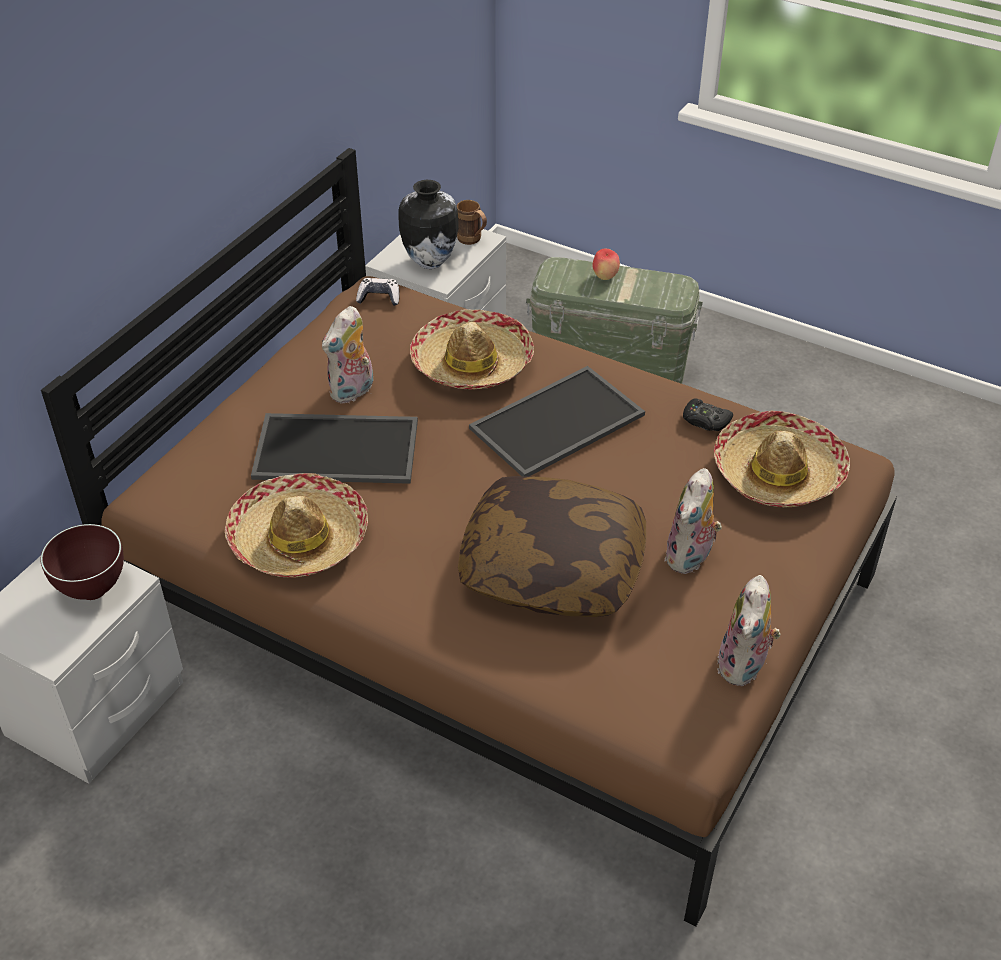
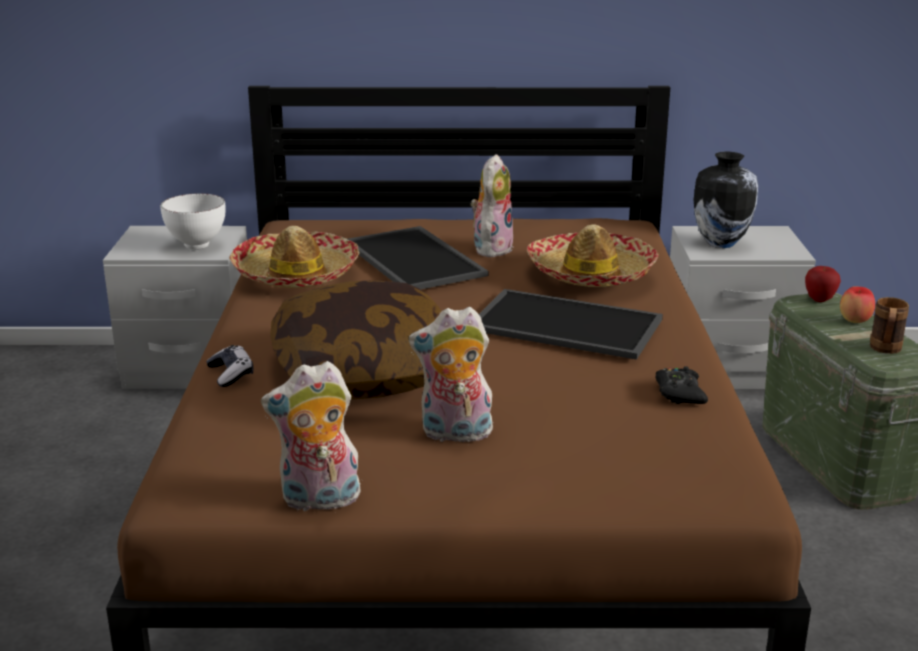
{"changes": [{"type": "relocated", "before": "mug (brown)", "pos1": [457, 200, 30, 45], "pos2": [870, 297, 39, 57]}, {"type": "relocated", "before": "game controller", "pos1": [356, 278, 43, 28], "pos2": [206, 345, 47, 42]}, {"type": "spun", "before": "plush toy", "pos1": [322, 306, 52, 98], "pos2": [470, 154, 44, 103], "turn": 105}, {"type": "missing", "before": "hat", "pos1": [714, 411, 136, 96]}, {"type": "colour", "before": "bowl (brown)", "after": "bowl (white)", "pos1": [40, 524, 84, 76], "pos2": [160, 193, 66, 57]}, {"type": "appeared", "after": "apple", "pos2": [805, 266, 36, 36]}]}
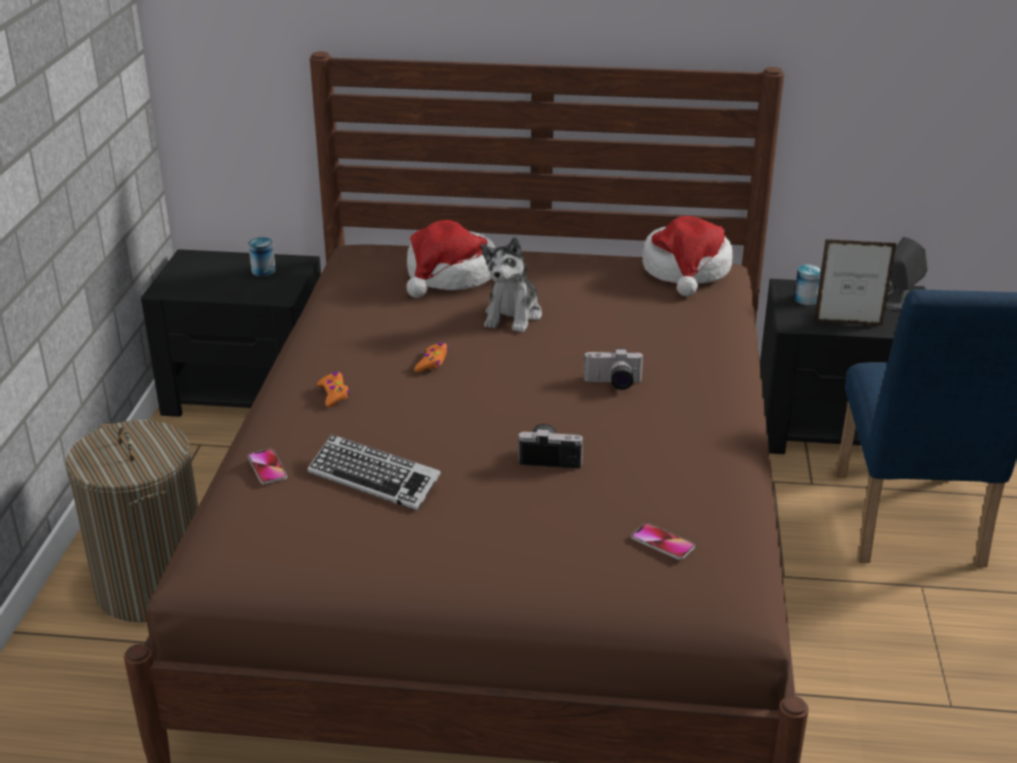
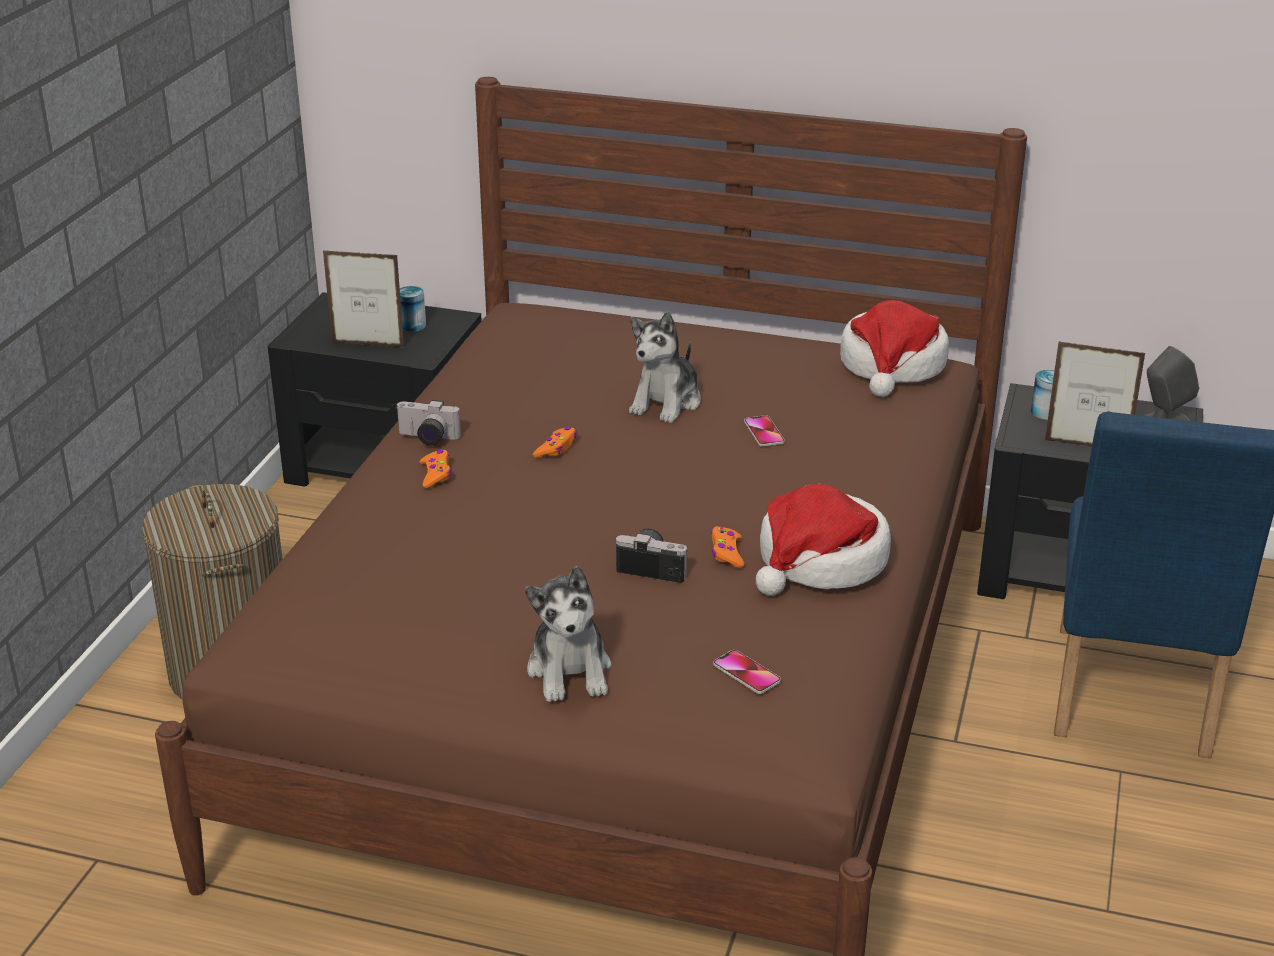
{"changes": [{"type": "relocated", "before": "hat", "pos1": [406, 220, 89, 78], "pos2": [756, 484, 135, 112]}, {"type": "relocated", "before": "photo camera", "pos1": [584, 348, 60, 42], "pos2": [395, 400, 66, 46]}, {"type": "missing", "before": "keyboard", "pos1": [308, 434, 133, 77]}, {"type": "relocated", "before": "phone", "pos1": [248, 449, 39, 35], "pos2": [744, 415, 41, 32]}, {"type": "appeared", "after": "picture frame", "pos2": [323, 250, 82, 98]}, {"type": "appeared", "after": "game controller (orange)", "pos2": [711, 526, 33, 42]}, {"type": "appeared", "after": "plush toy", "pos2": [525, 566, 87, 136]}]}
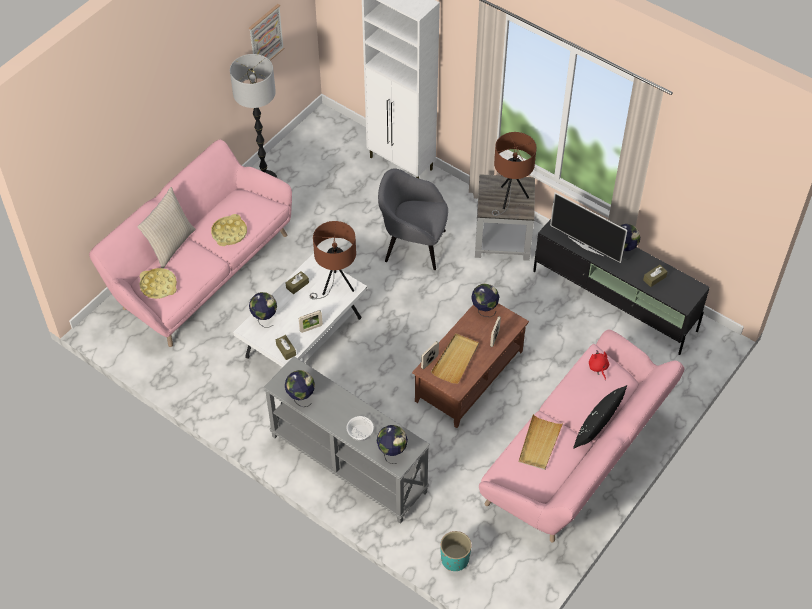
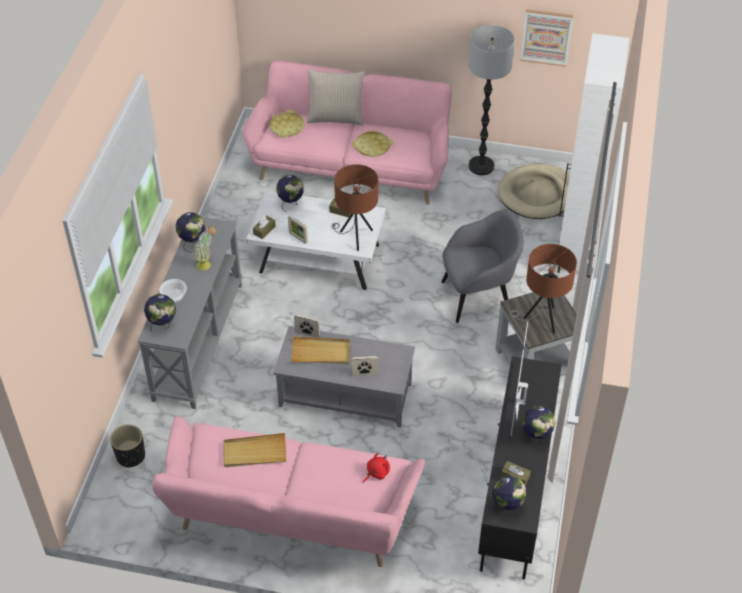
{"changes": [{"type": "spun", "before": "armchair (grey)", "pos1": [378, 168, 70, 102], "pos2": [442, 210, 82, 113], "turn": 90}, {"type": "relocated", "before": "globe", "pos1": [471, 284, 28, 33], "pos2": [492, 475, 35, 45]}, {"type": "colour", "before": "coffee table (brown)", "after": "coffee table (grey)", "pos1": [412, 303, 117, 125], "pos2": [273, 326, 142, 102]}, {"type": "missing", "before": "pillow (black)", "pos1": [573, 385, 54, 64]}, {"type": "colour", "before": "planter (turquoise)", "after": "planter (black)", "pos1": [440, 531, 32, 40], "pos2": [110, 424, 35, 44]}, {"type": "appeared", "after": "dog bed (beige)", "pos2": [498, 163, 72, 56]}, {"type": "appeared", "after": "potted plant", "pos2": [193, 226, 23, 44]}]}
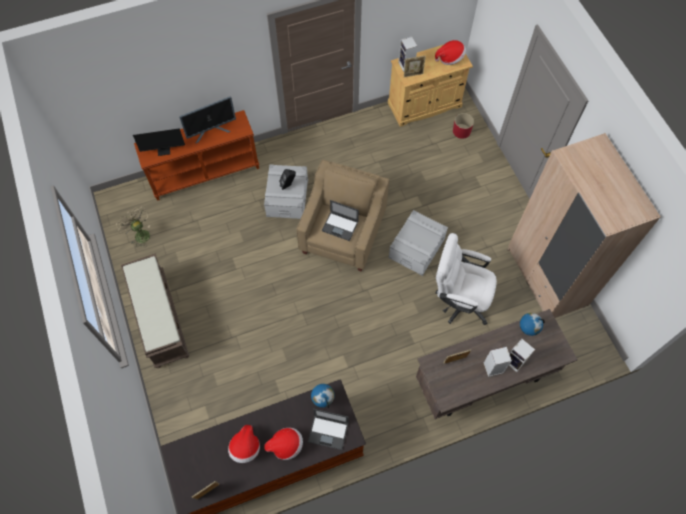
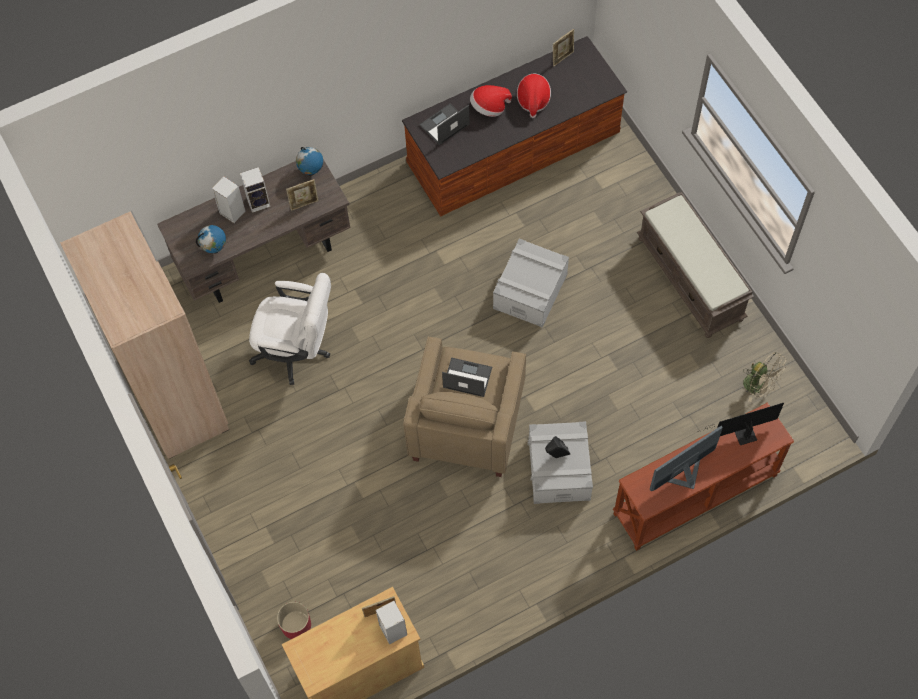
{"changes": [{"type": "missing", "before": "hat", "pos1": [435, 40, 31, 25]}, {"type": "relocated", "before": "storage box (grey)", "pos1": [389, 210, 59, 66], "pos2": [493, 238, 76, 90]}, {"type": "relocated", "before": "globe", "pos1": [311, 384, 24, 24], "pos2": [296, 147, 27, 29]}, {"type": "spun", "before": "laptop", "pos1": [308, 409, 41, 41], "pos2": [419, 104, 51, 41], "turn": -45}]}
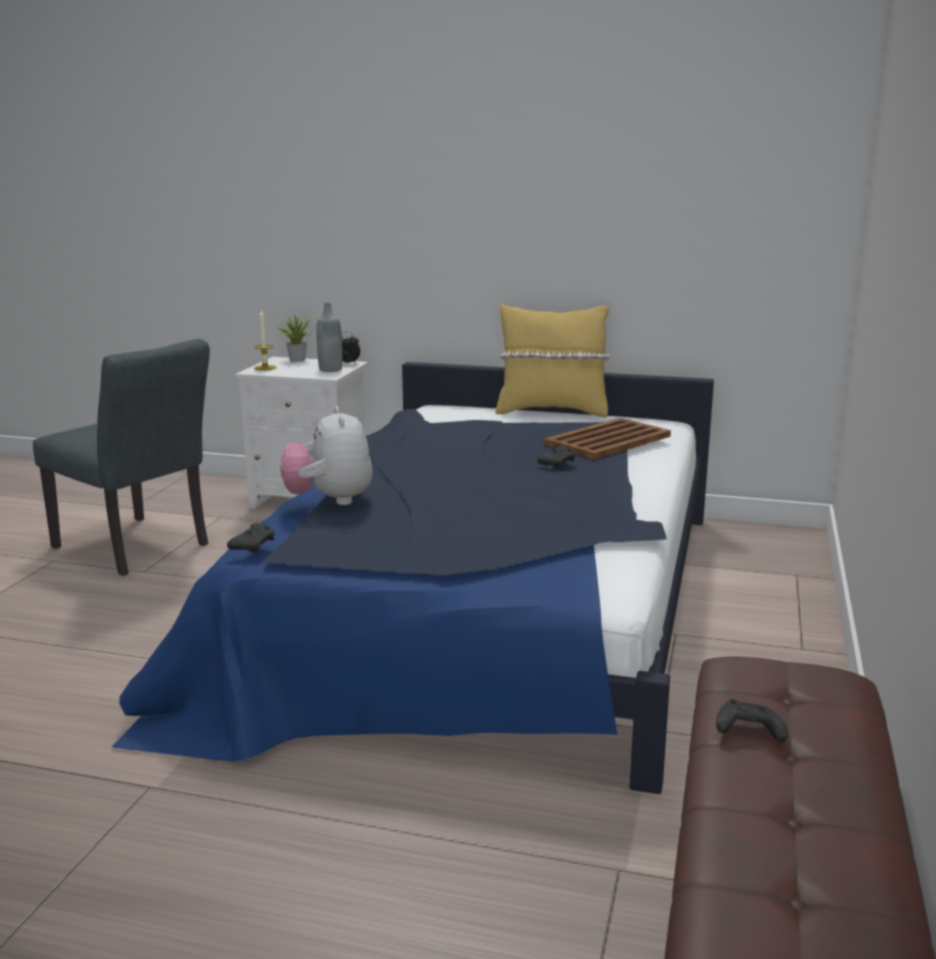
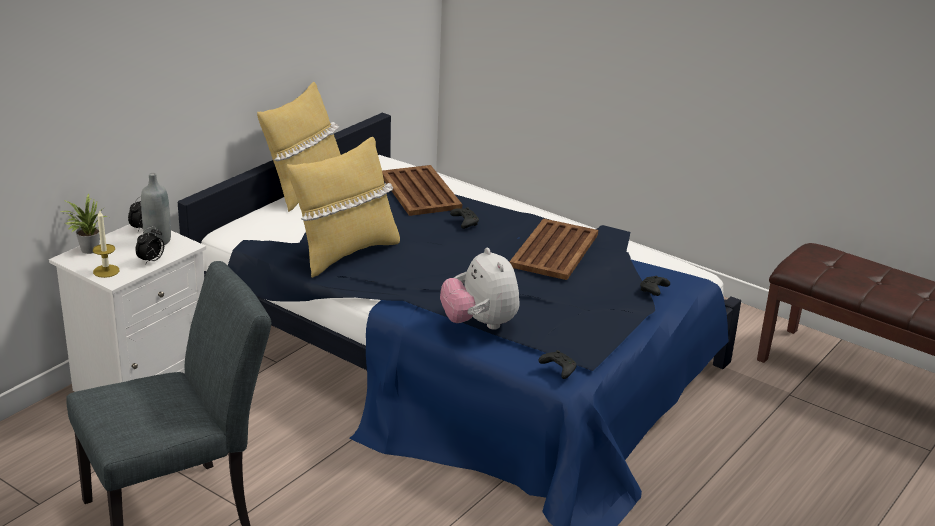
{"changes": [{"type": "spun", "before": "plush toy", "pos1": [280, 406, 93, 99], "pos2": [440, 248, 80, 82], "turn": 60}, {"type": "relocated", "before": "game controller (black)", "pos1": [716, 699, 72, 43], "pos2": [640, 276, 30, 20]}, {"type": "appeared", "after": "pillow (yellow)", "pos2": [287, 137, 113, 141]}, {"type": "appeared", "after": "tray (brown)", "pos2": [509, 218, 89, 62]}, {"type": "appeared", "after": "alarm clock", "pos2": [135, 226, 29, 39]}]}
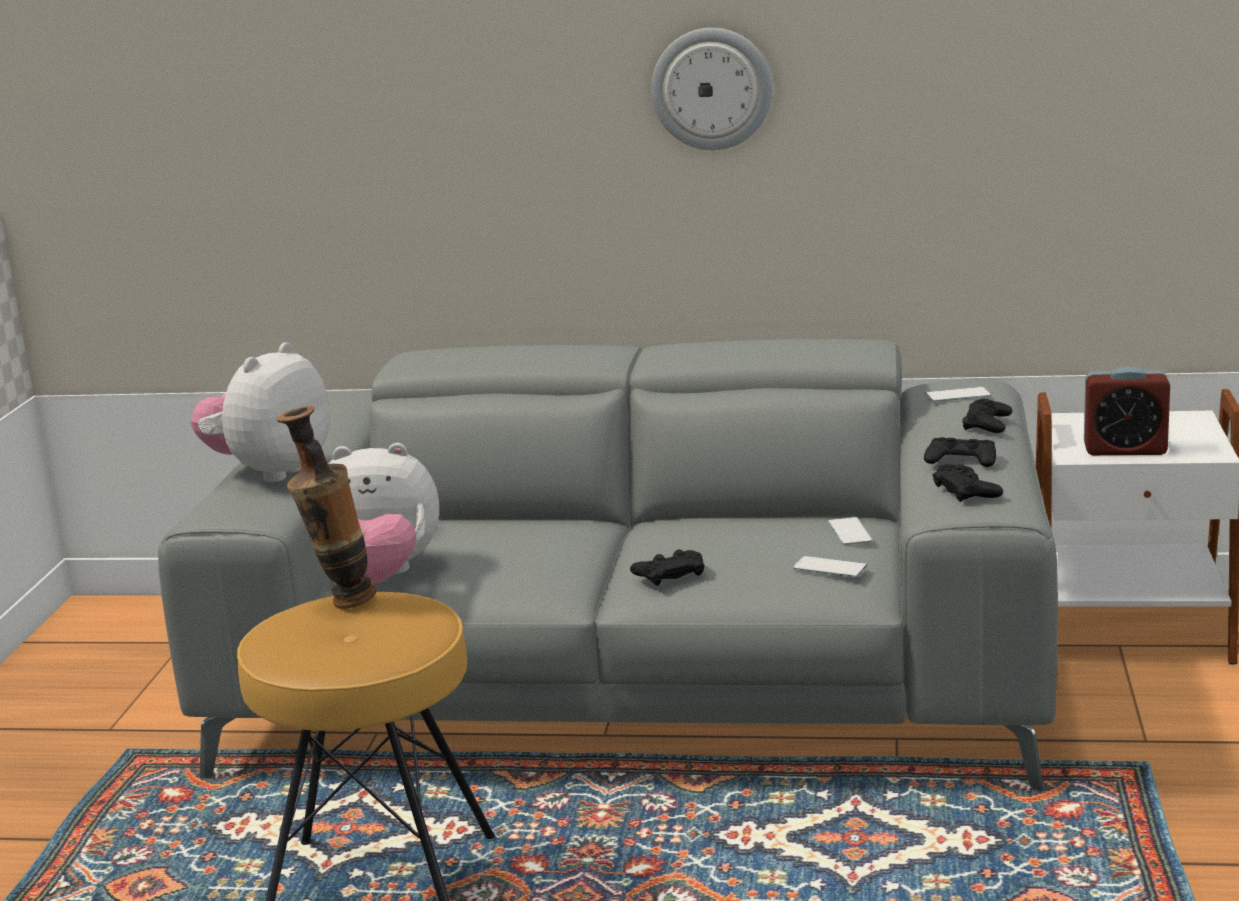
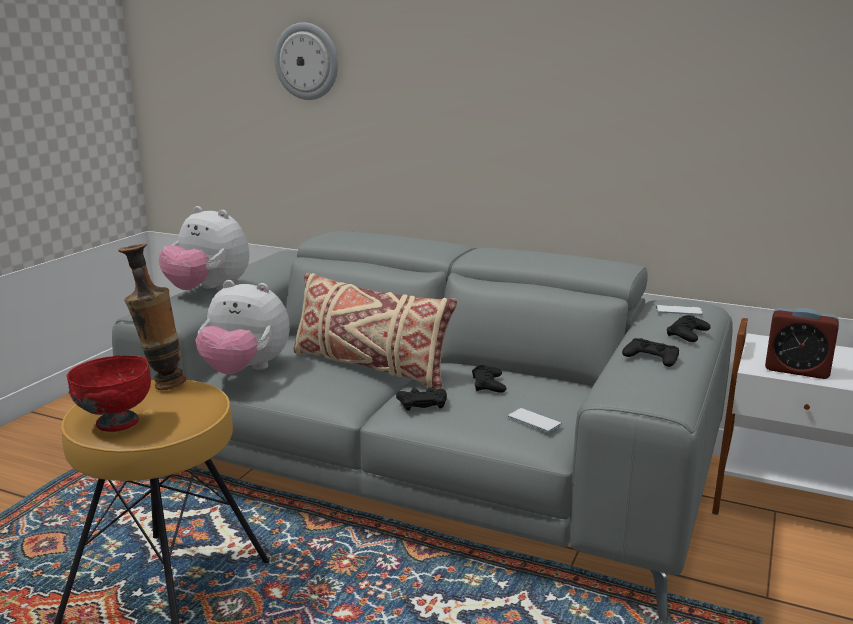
{"changes": [{"type": "relocated", "before": "wall clock", "pos1": [651, 28, 122, 122], "pos2": [274, 22, 64, 78]}, {"type": "spun", "before": "plush toy", "pos1": [191, 342, 140, 140], "pos2": [159, 206, 90, 85], "turn": -105}, {"type": "relocated", "before": "game controller (black)", "pos1": [933, 464, 70, 38], "pos2": [472, 365, 35, 28]}, {"type": "missing", "before": "phone", "pos1": [828, 517, 45, 28]}, {"type": "appeared", "after": "pillow (beige)", "pos2": [294, 273, 163, 117]}, {"type": "appeared", "after": "bowl (red)", "pos2": [66, 355, 85, 77]}]}
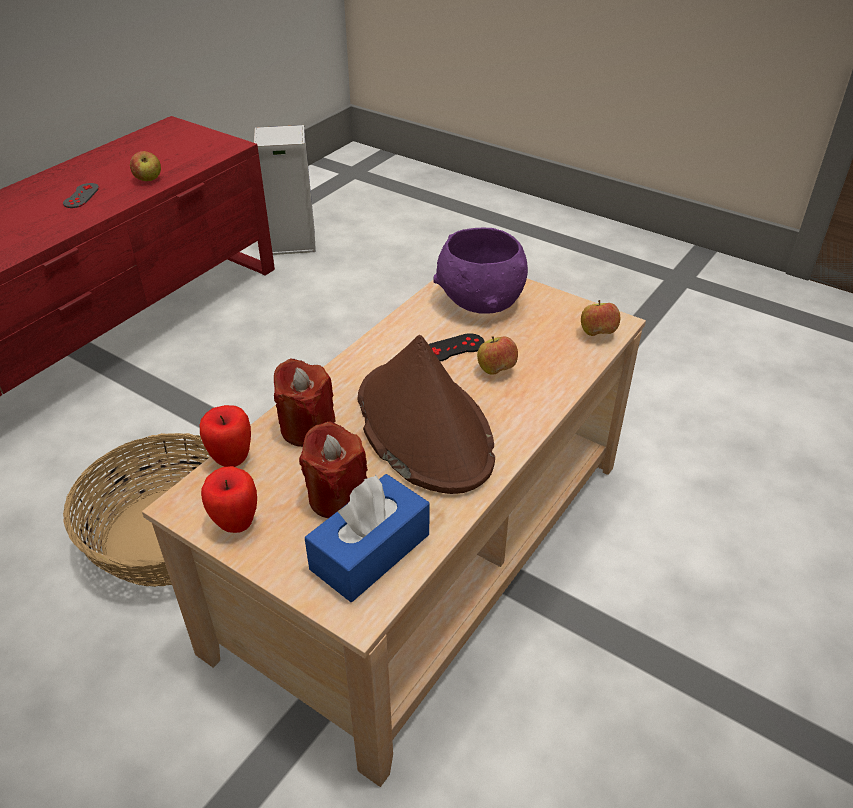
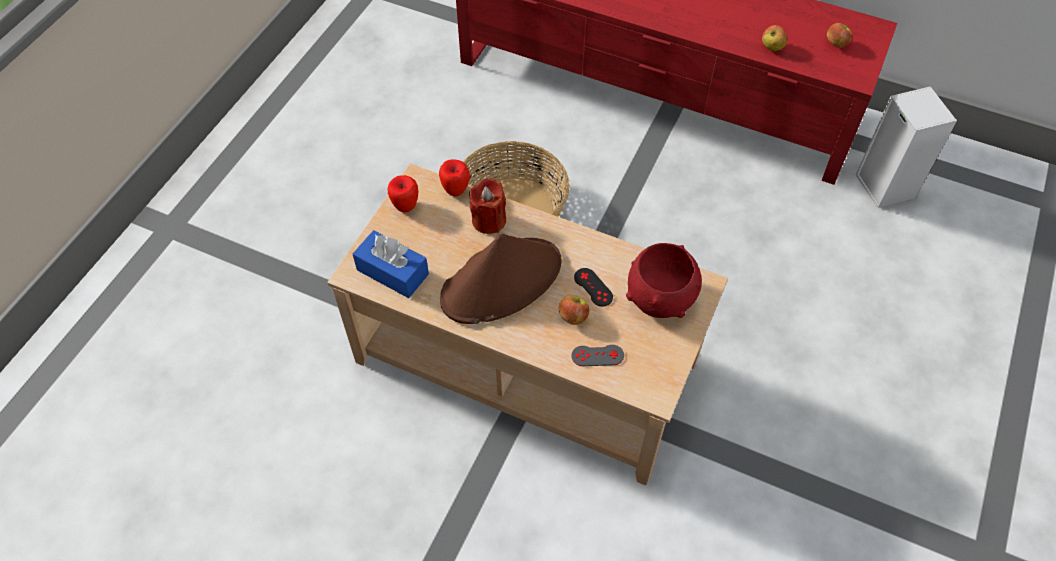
{"changes": [{"type": "relocated", "before": "game controller (grey)", "pos1": [63, 183, 36, 25], "pos2": [571, 345, 53, 21]}, {"type": "colour", "before": "bowl (purple)", "after": "bowl (red)", "pos1": [433, 227, 95, 87], "pos2": [626, 243, 76, 75]}, {"type": "relocated", "before": "apple", "pos1": [581, 300, 39, 36], "pos2": [827, 23, 25, 25]}, {"type": "missing", "before": "candle (red)", "pos1": [299, 421, 69, 97]}]}
